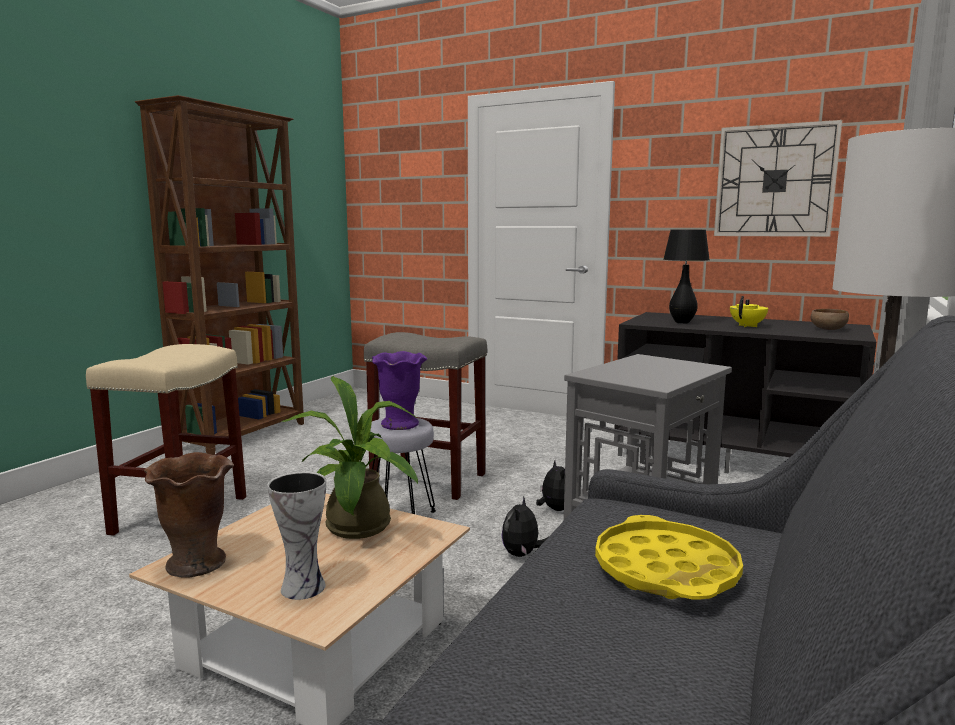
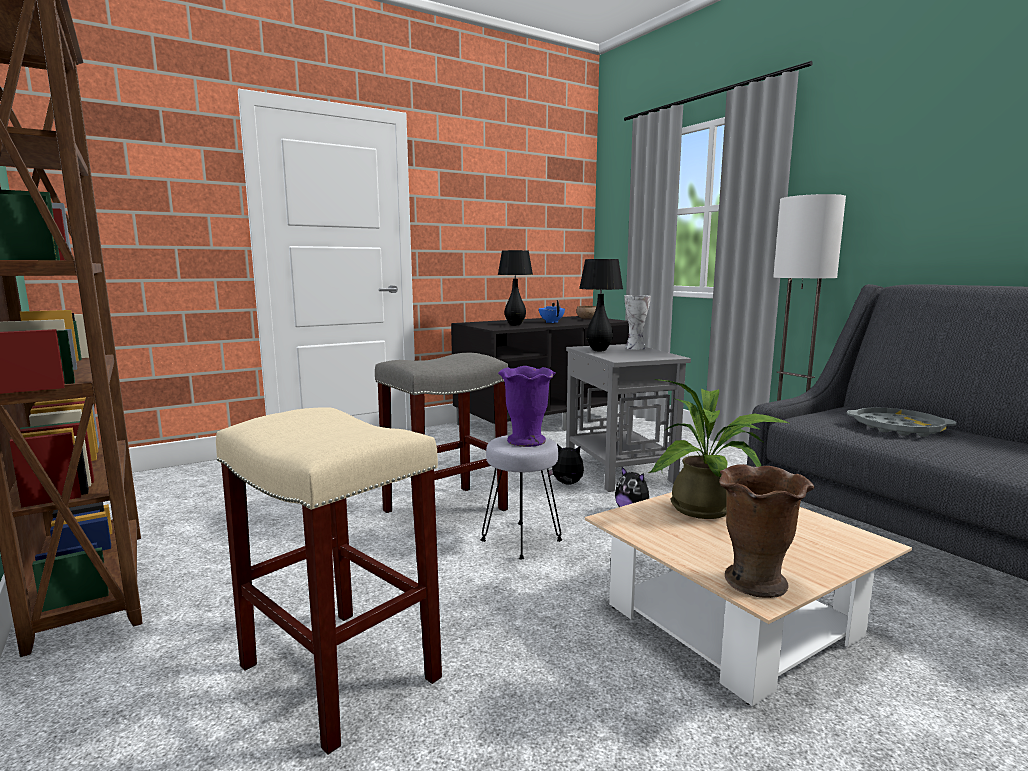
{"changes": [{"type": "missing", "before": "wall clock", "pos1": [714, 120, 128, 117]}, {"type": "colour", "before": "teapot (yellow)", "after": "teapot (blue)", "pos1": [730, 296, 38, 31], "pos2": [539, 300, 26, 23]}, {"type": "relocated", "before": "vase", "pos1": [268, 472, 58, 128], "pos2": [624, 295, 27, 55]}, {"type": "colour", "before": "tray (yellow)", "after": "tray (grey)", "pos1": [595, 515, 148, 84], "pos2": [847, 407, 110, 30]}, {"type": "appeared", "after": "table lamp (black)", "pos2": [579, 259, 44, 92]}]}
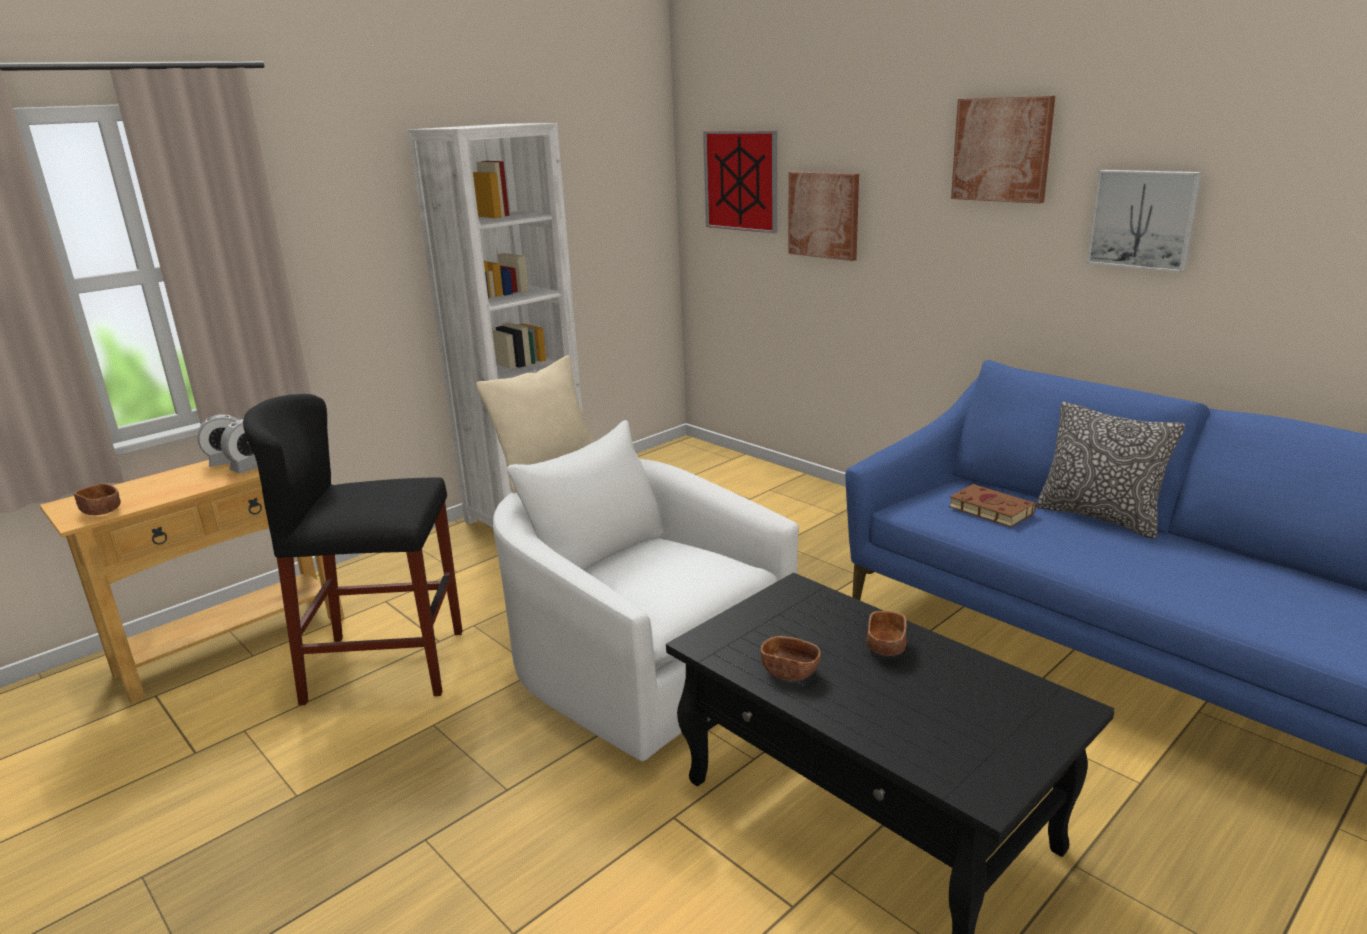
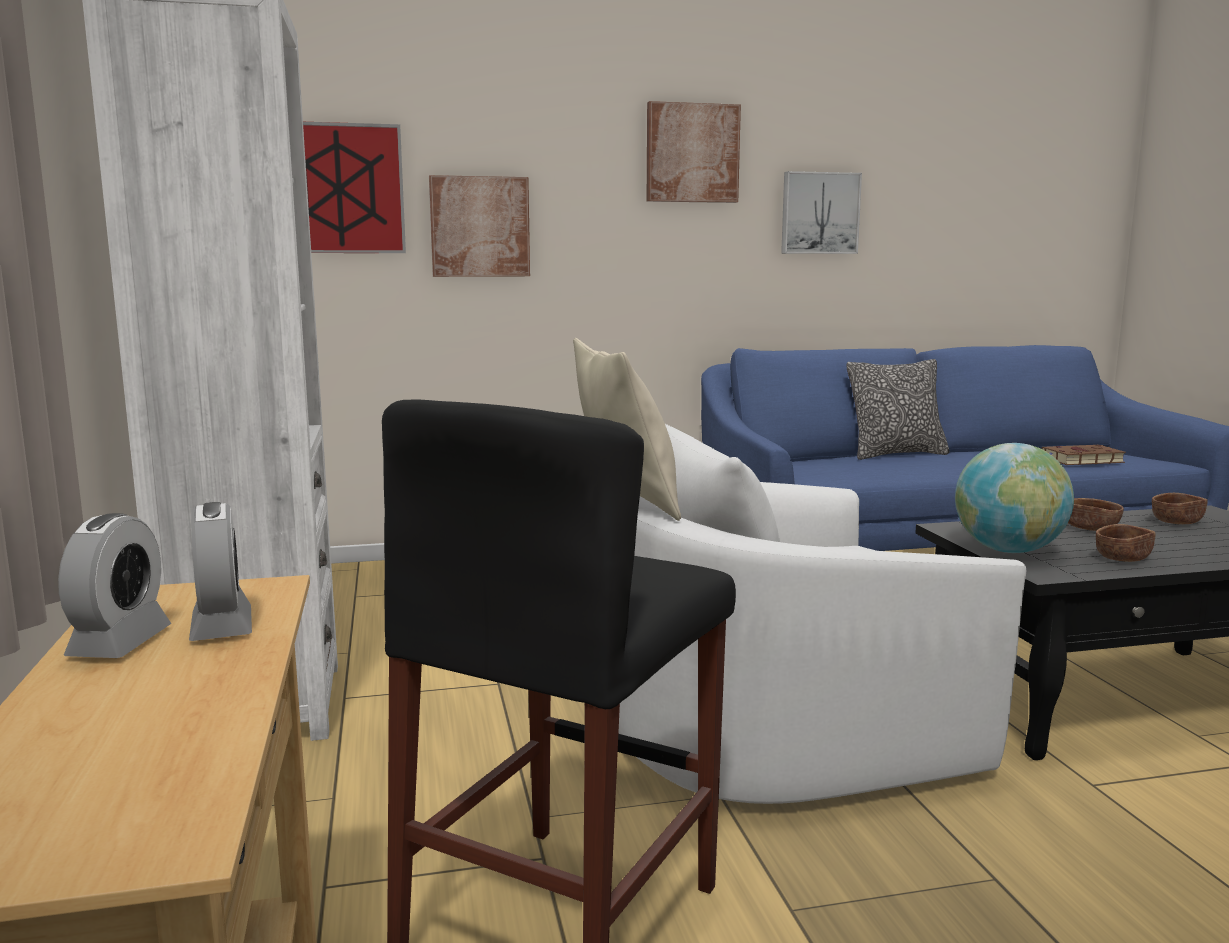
{"changes": [{"type": "relocated", "before": "bowl (brown)", "pos1": [74, 483, 47, 32], "pos2": [1152, 493, 56, 31]}, {"type": "relocated", "before": "book (brown)", "pos1": [949, 484, 87, 43], "pos2": [1041, 445, 85, 20]}, {"type": "appeared", "after": "globe", "pos2": [955, 443, 119, 110]}]}
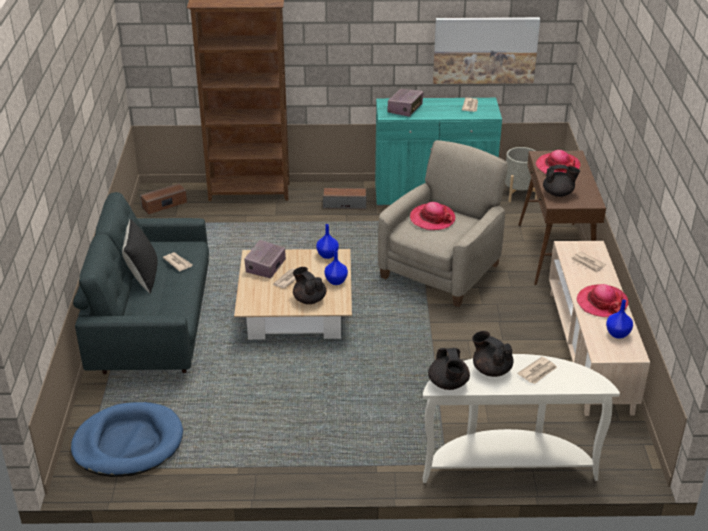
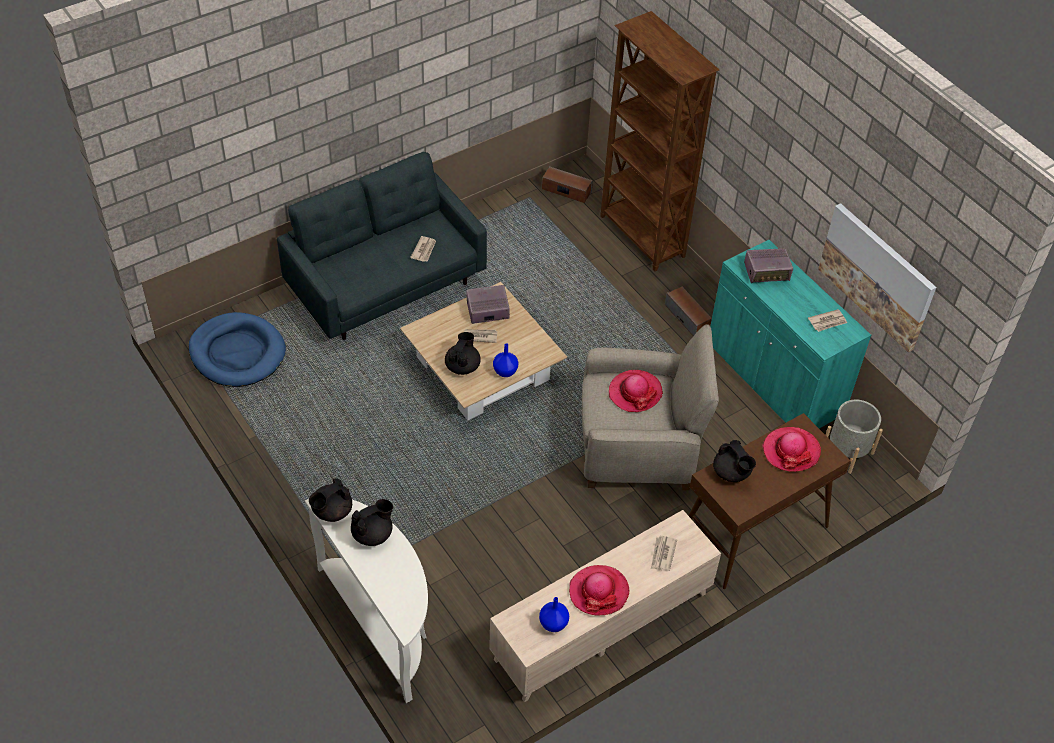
{"changes": [{"type": "missing", "before": "pillow (black)", "pos1": [122, 219, 36, 74]}, {"type": "missing", "before": "vase (blue)", "pos1": [316, 224, 23, 35]}, {"type": "spun", "before": "teapot (black)", "pos1": [472, 331, 42, 46], "pos2": [351, 499, 42, 47], "turn": 45}, {"type": "missing", "before": "newspaper", "pos1": [517, 357, 40, 27]}]}
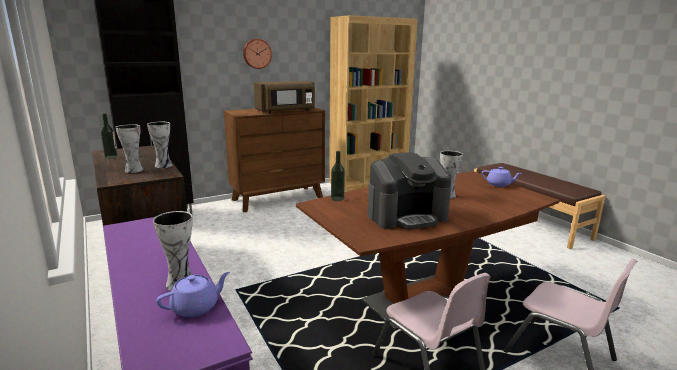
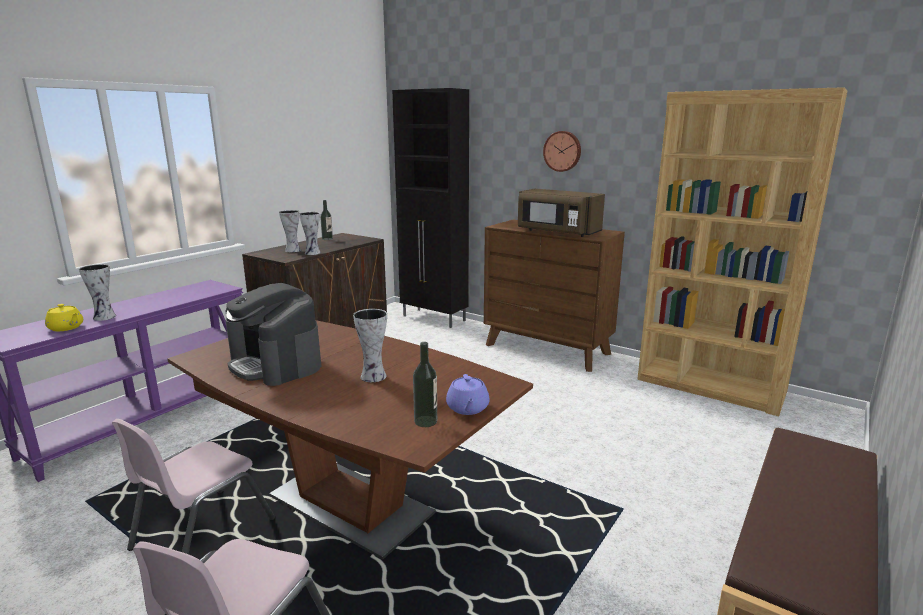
{"changes": [{"type": "relocated", "before": "bottle", "pos1": [331, 151, 14, 50], "pos2": [413, 342, 24, 85]}, {"type": "colour", "before": "teapot (purple)", "after": "teapot (yellow)", "pos1": [156, 272, 74, 45], "pos2": [45, 304, 38, 27]}]}
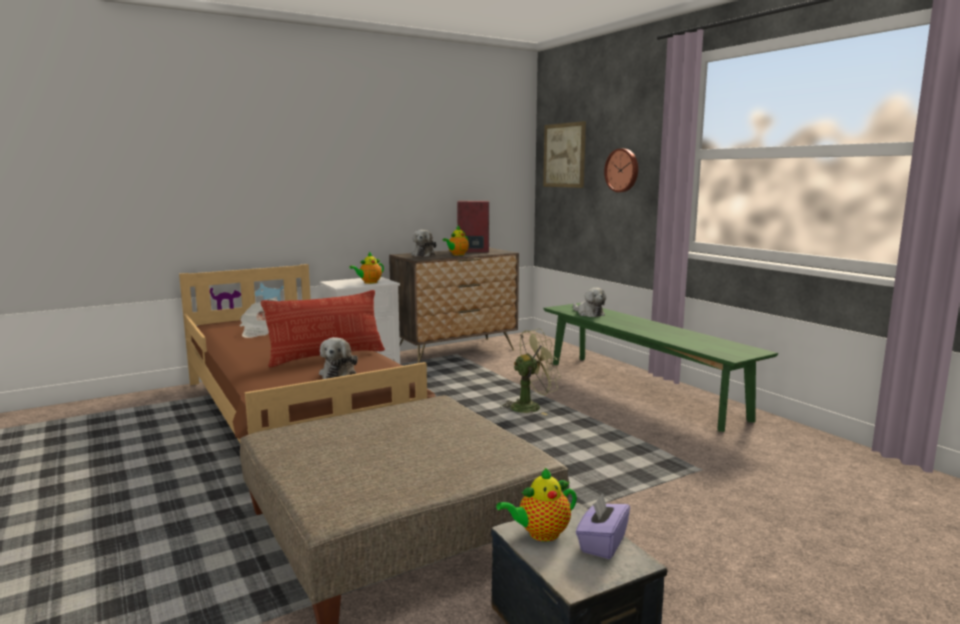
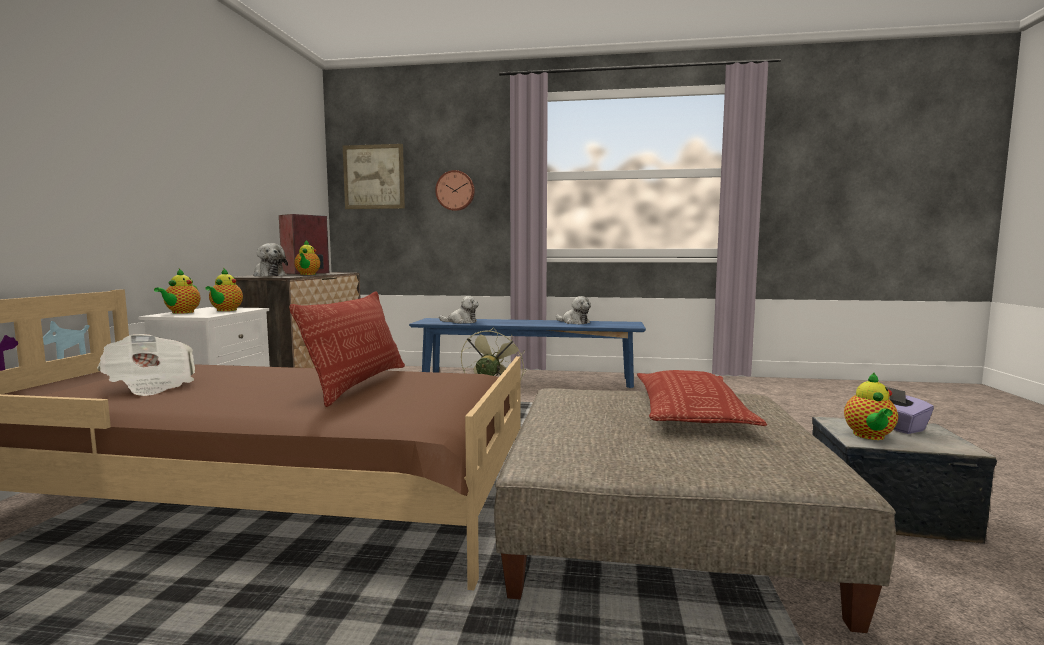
{"changes": [{"type": "colour", "before": "bench (green)", "after": "bench (blue)", "pos1": [543, 303, 235, 129], "pos2": [409, 318, 237, 70]}, {"type": "relocated", "before": "plush toy", "pos1": [319, 337, 39, 42], "pos2": [556, 296, 35, 28]}, {"type": "appeared", "after": "teapot", "pos2": [154, 269, 46, 45]}, {"type": "appeared", "after": "pillow", "pos2": [637, 370, 130, 56]}]}
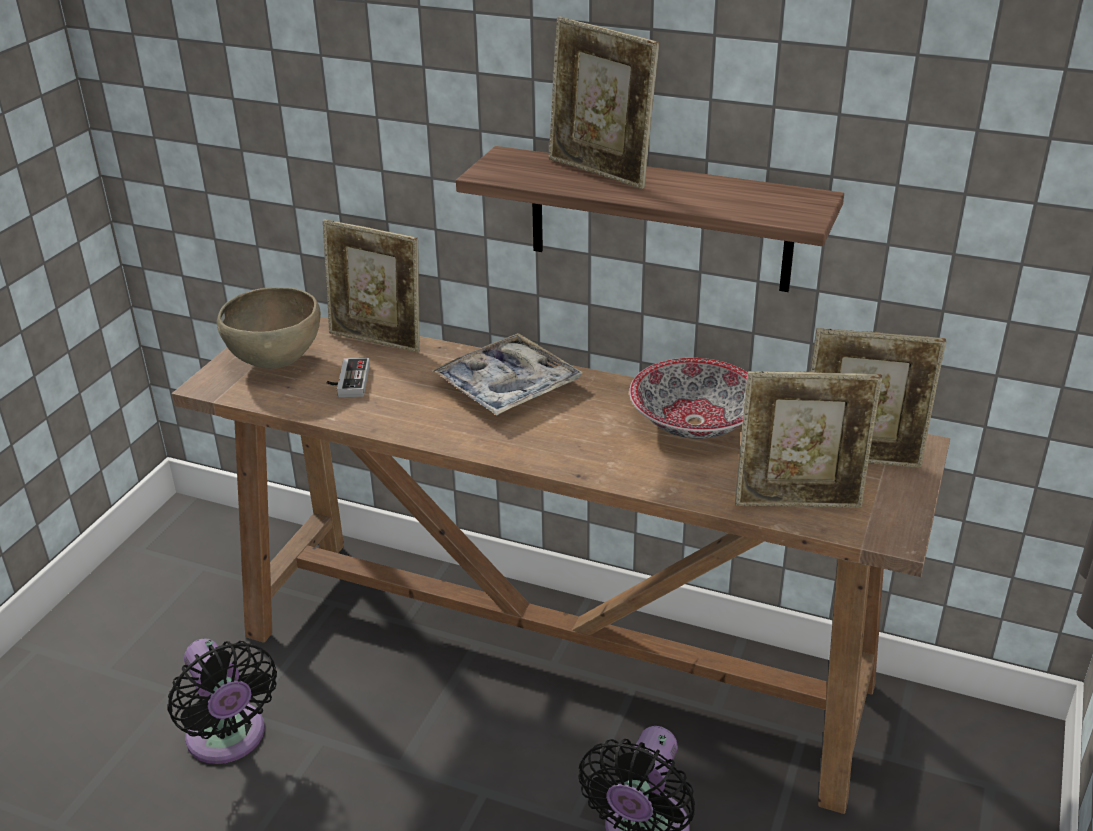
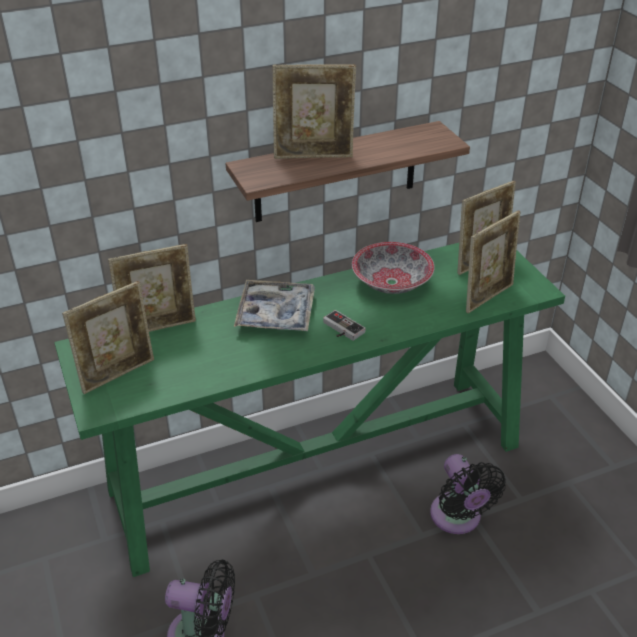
{"changes": [{"type": "exchanged", "before": "bowl (brown)", "after": "picture frame", "pos1": [217, 287, 104, 82], "pos2": [62, 281, 92, 113]}, {"type": "colour", "before": "console table (brown)", "after": "console table (green)", "pos1": [172, 317, 778, 497], "pos2": [54, 243, 511, 334]}, {"type": "relocated", "before": "game controller", "pos1": [327, 358, 43, 39], "pos2": [323, 310, 43, 31]}]}
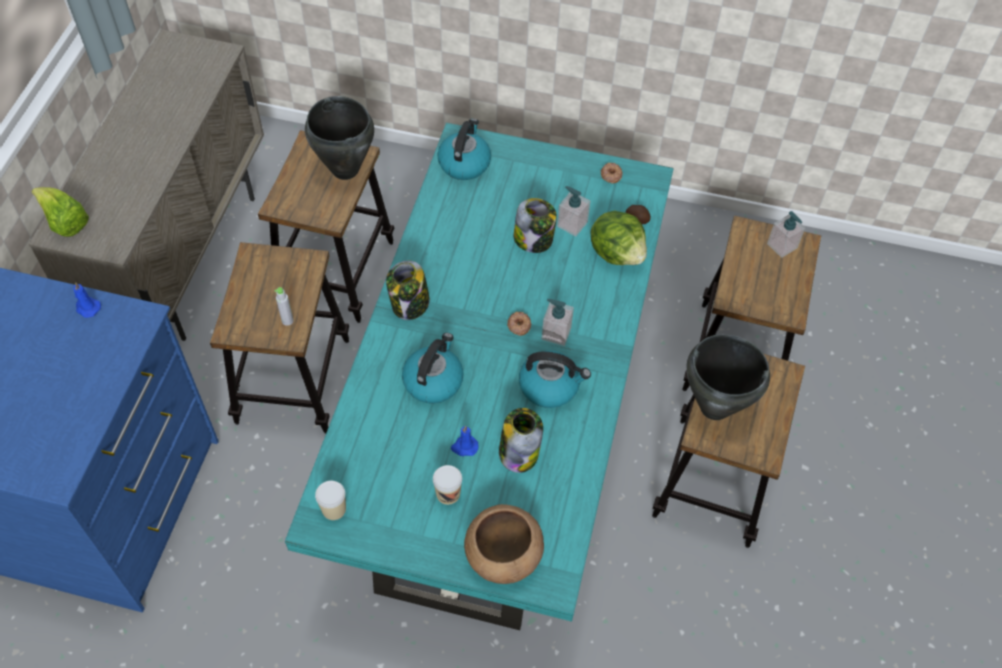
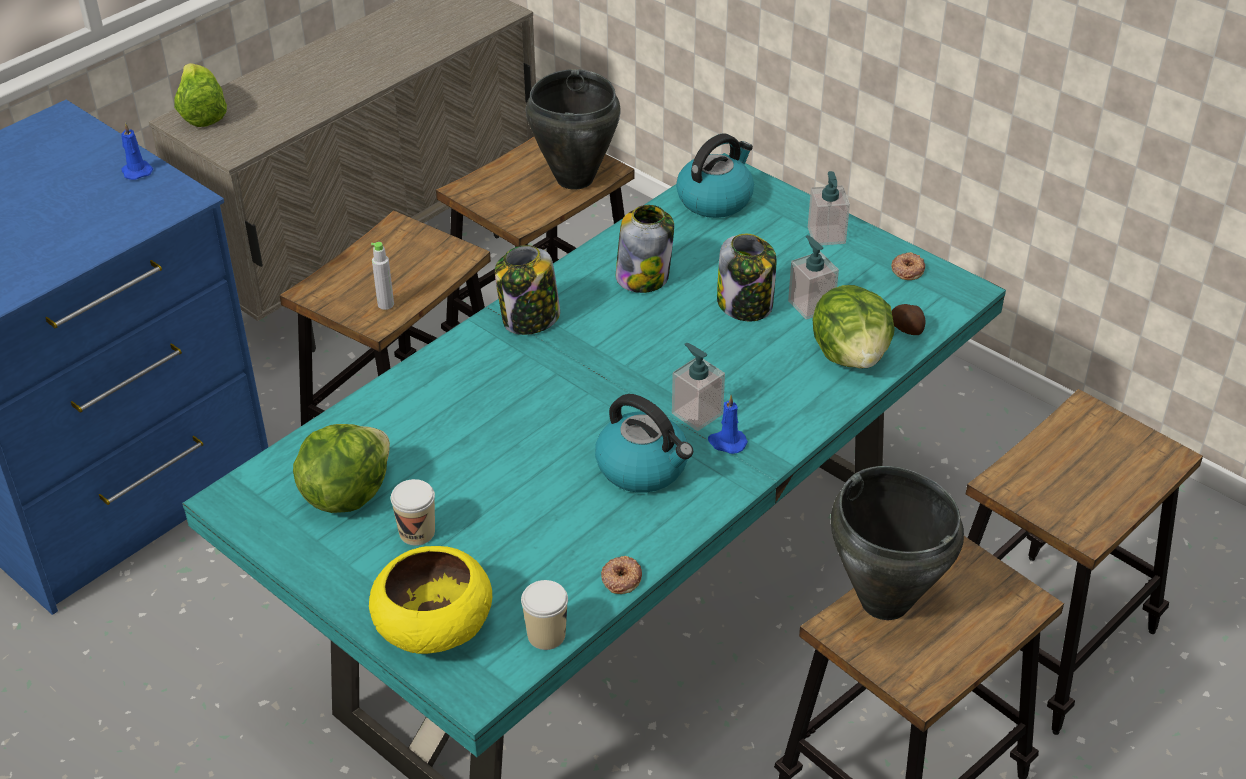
{"changes": [{"type": "relocated", "before": "soap dispenser", "pos1": [767, 211, 38, 47], "pos2": [808, 171, 42, 75]}, {"type": "relocated", "before": "donut", "pos1": [507, 312, 24, 24], "pos2": [601, 556, 41, 38]}, {"type": "missing", "before": "kettle", "pos1": [402, 333, 62, 71]}, {"type": "relocated", "before": "jar", "pos1": [499, 408, 44, 65], "pos2": [616, 205, 58, 88]}, {"type": "relocated", "before": "candle (blue)", "pos1": [451, 425, 28, 31], "pos2": [708, 395, 40, 59]}, {"type": "relocated", "before": "cup", "pos1": [315, 481, 31, 39], "pos2": [521, 580, 47, 70]}, {"type": "colour", "before": "bowl (brown)", "after": "bowl (yellow)", "pos1": [464, 504, 80, 80], "pos2": [369, 546, 123, 108]}, {"type": "appeared", "after": "lettuce", "pos2": [293, 424, 97, 89]}]}
